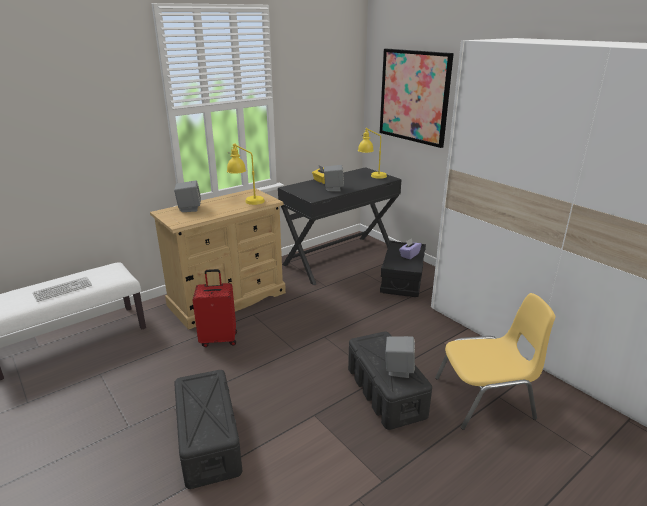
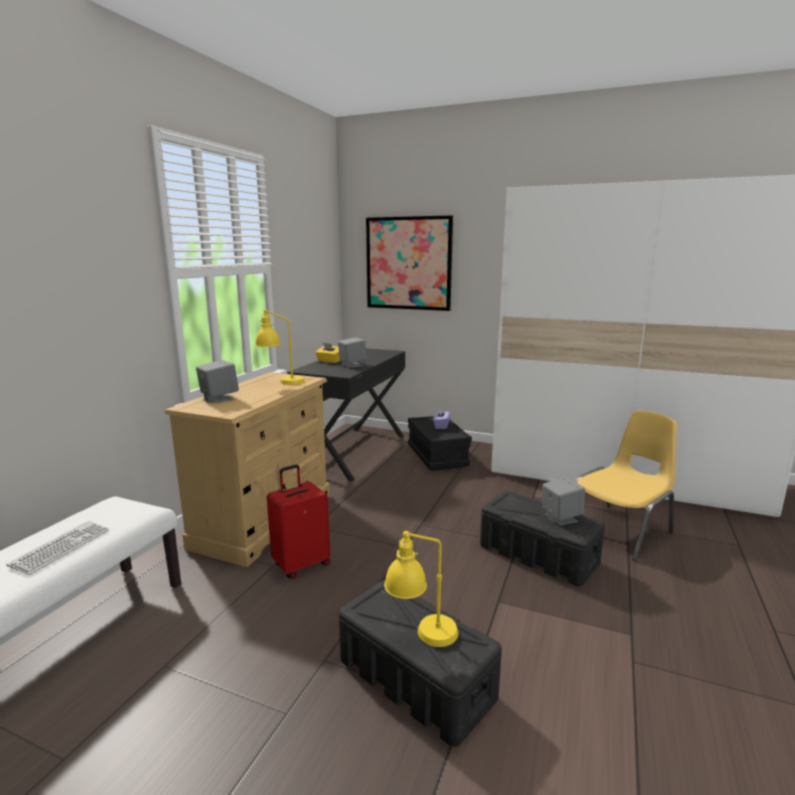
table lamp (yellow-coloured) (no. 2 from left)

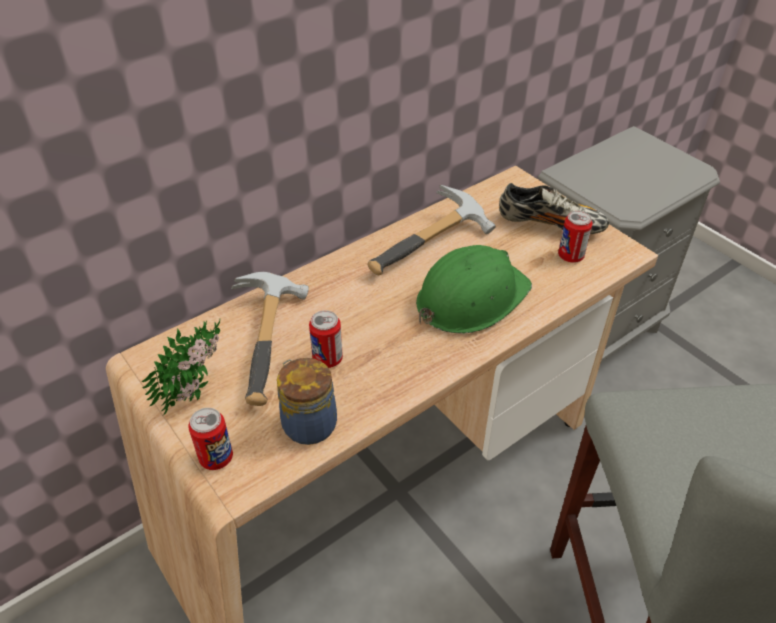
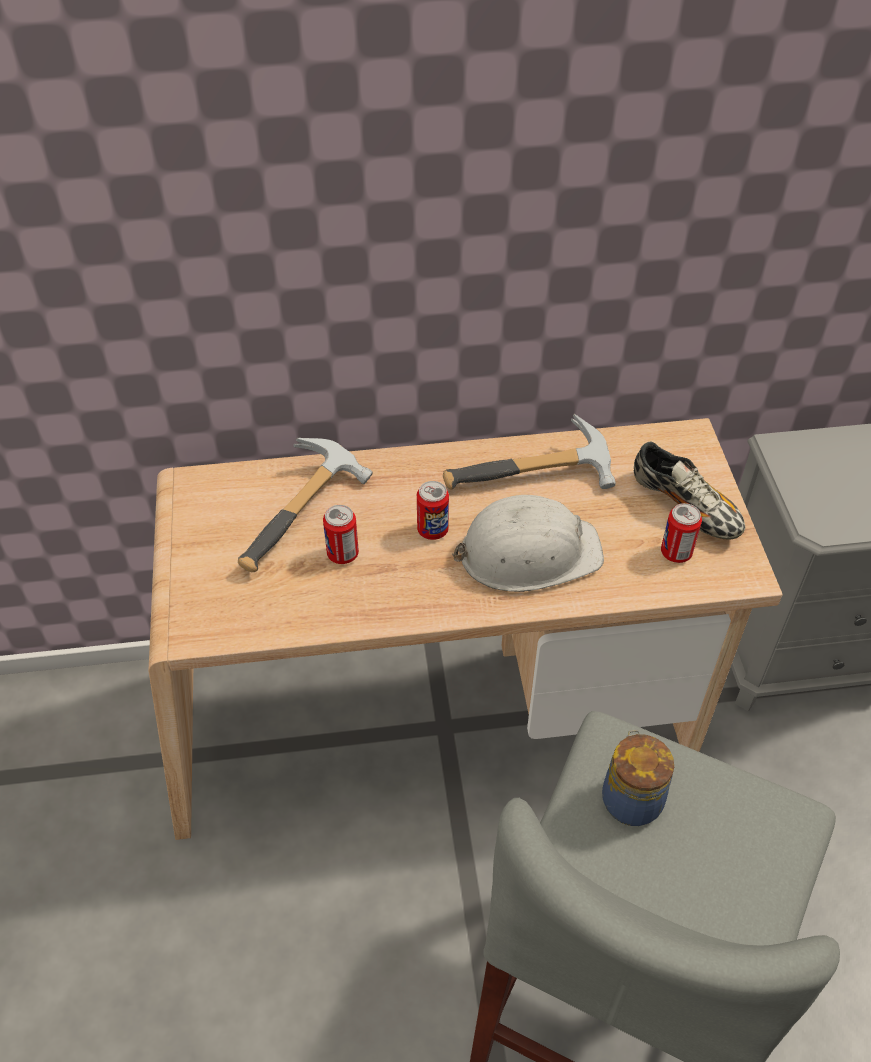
houseplant
sealed can (no. 2 from left)
preserve jar
hard hat (white)

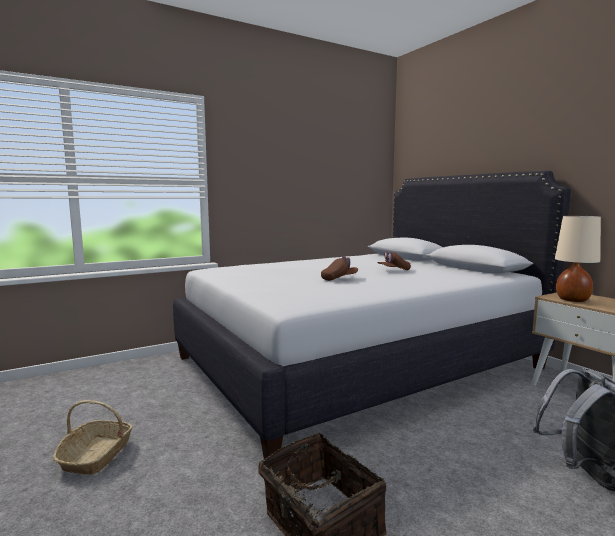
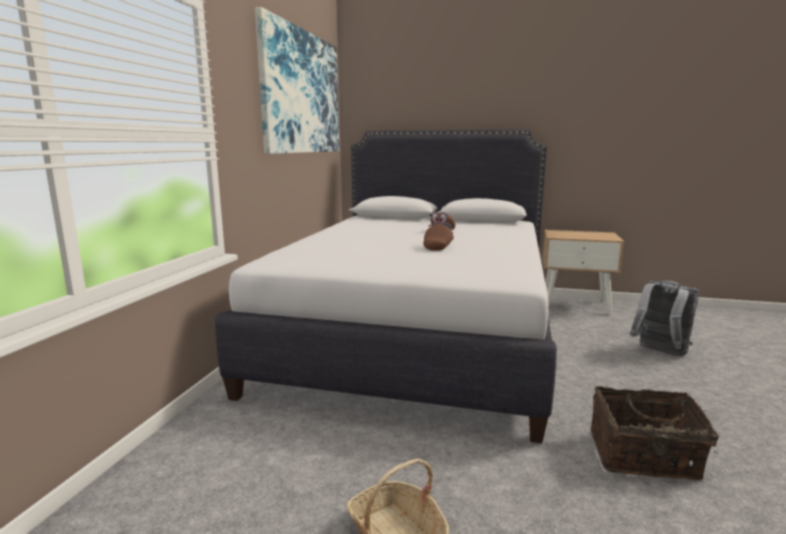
table lamp (beige-coloured)
wall art

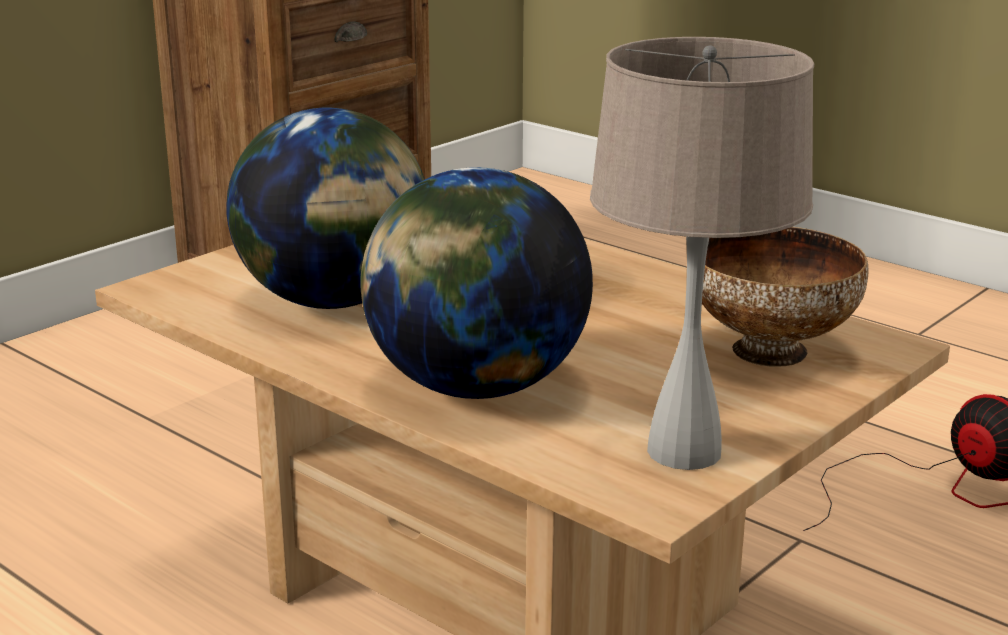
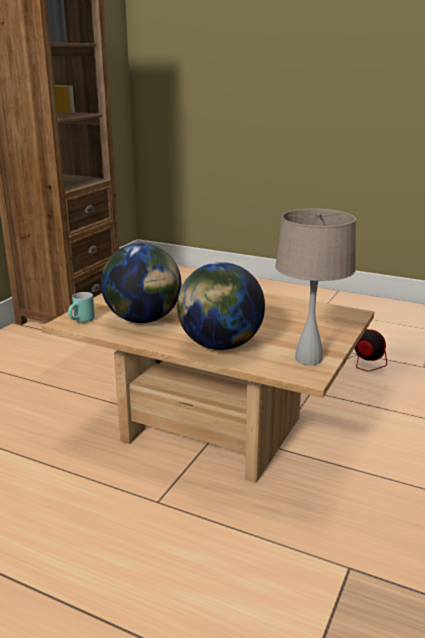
deep dish
coffee mug (turquoise-coloured)

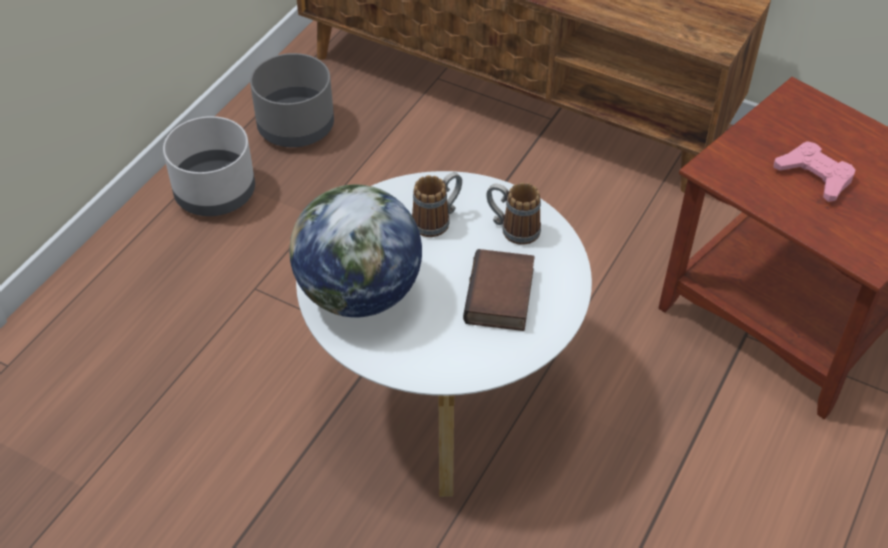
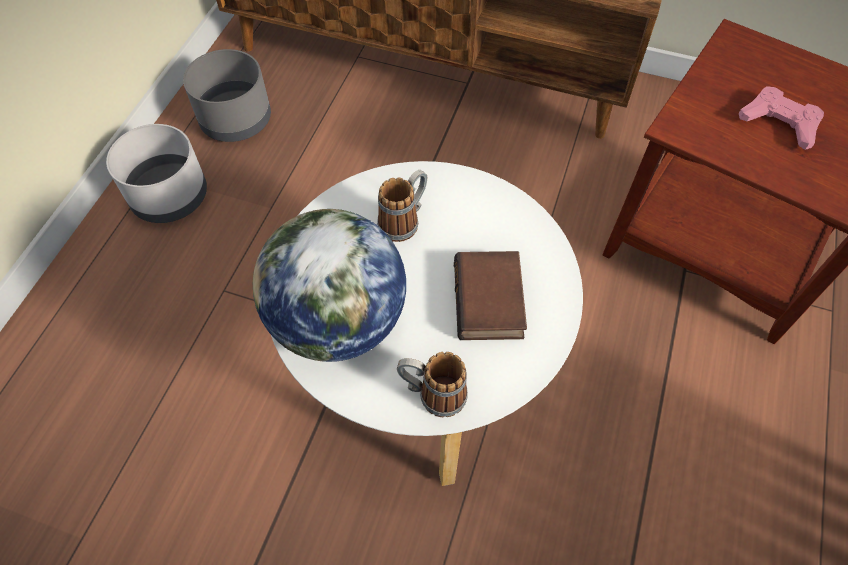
coffee mug (no. 2 from left)

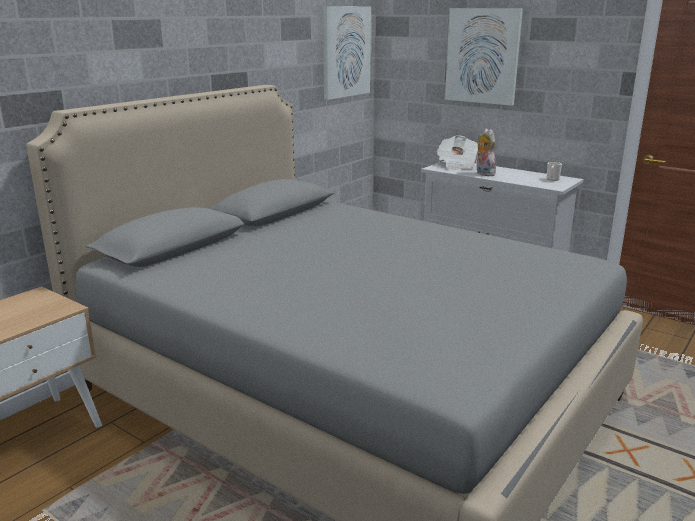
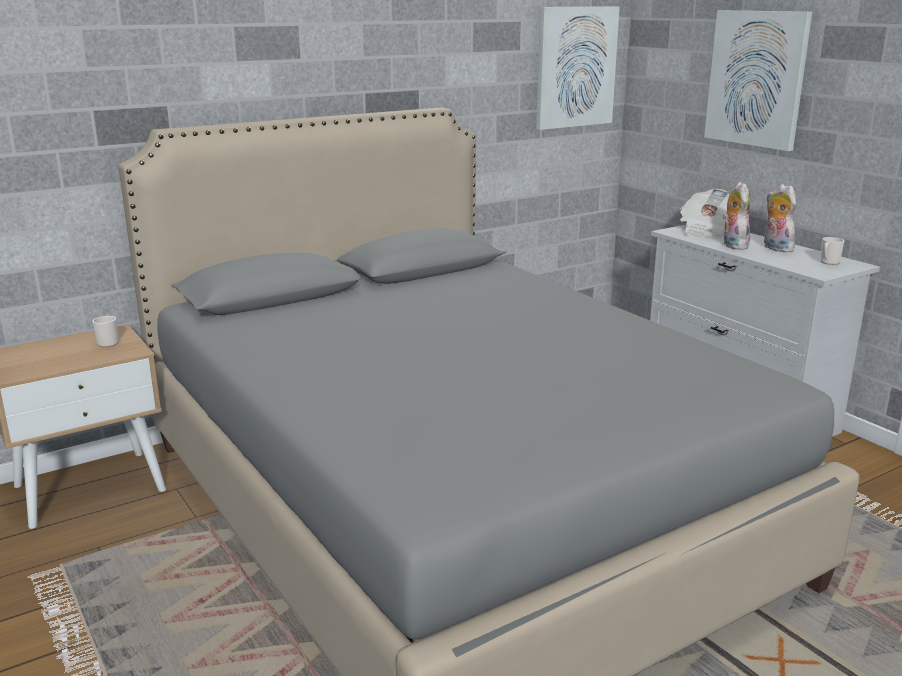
coffee mug (no. 1 from left)
cuddly toy (no. 2 from left)

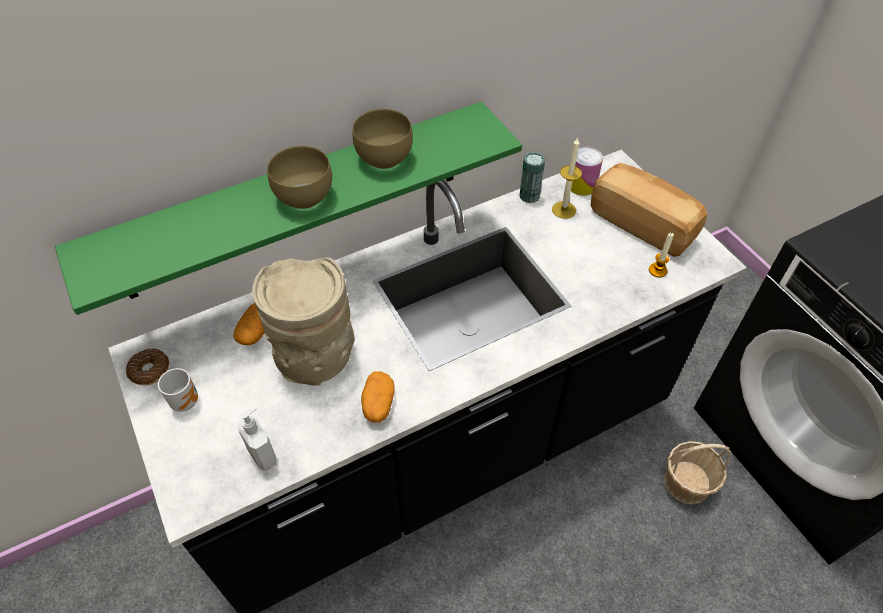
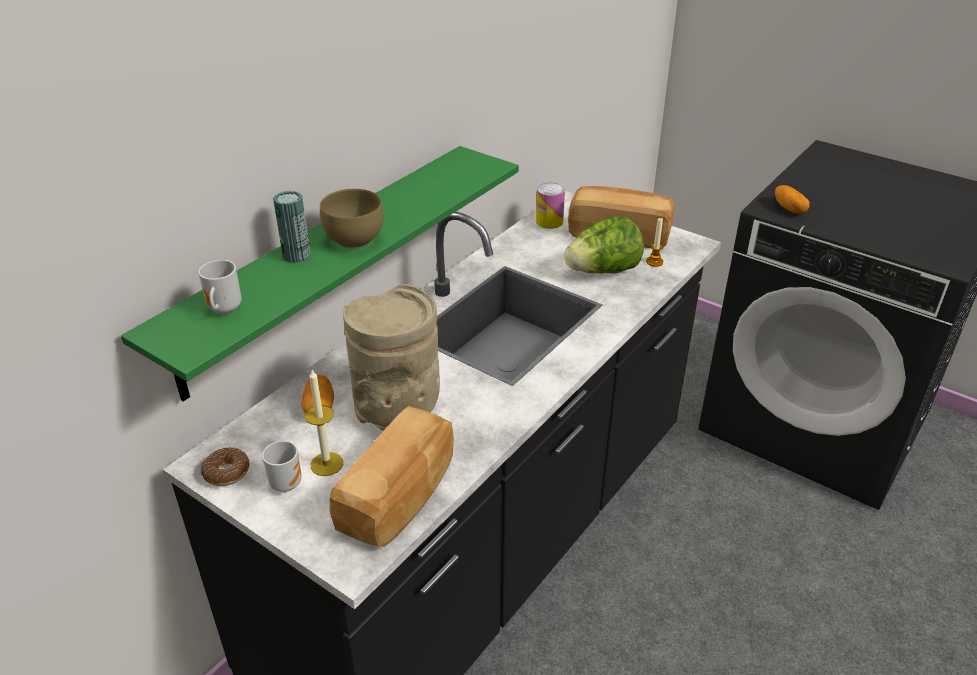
bread (no. 1 from left)
deep dish (brown) (no. 2 from left in the first image)
spud (no. 2 from left)
sealed can (no. 1 from left)
candle (no. 1 from left)
household basket
coffee mug (no. 1 from left)
lettuce head

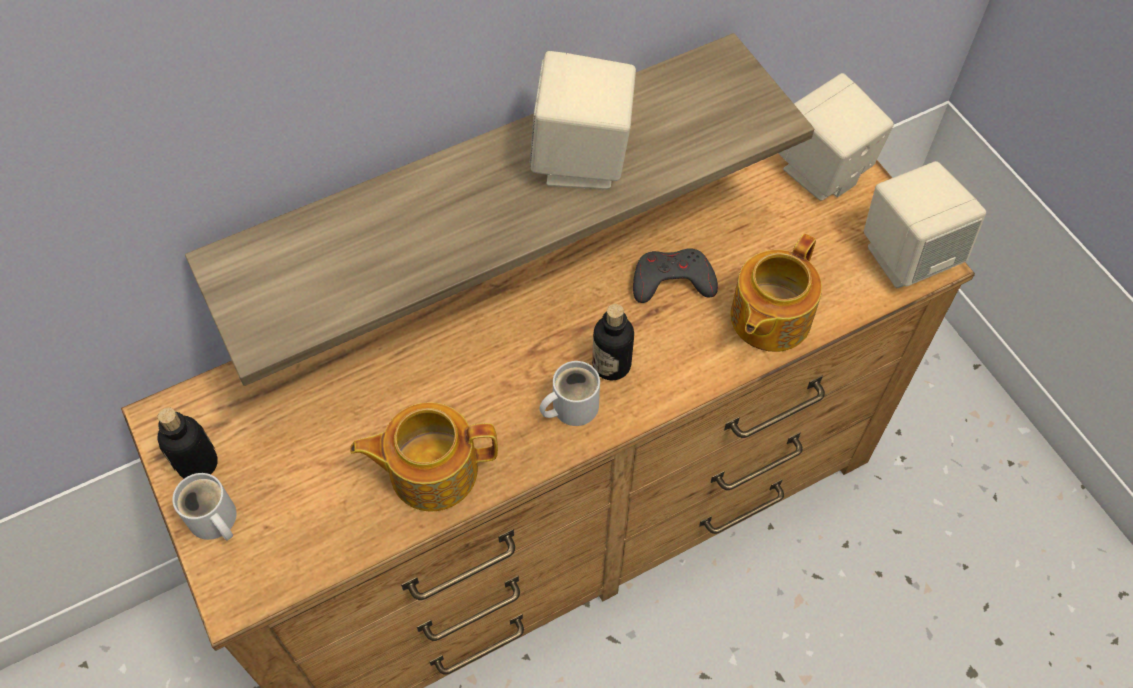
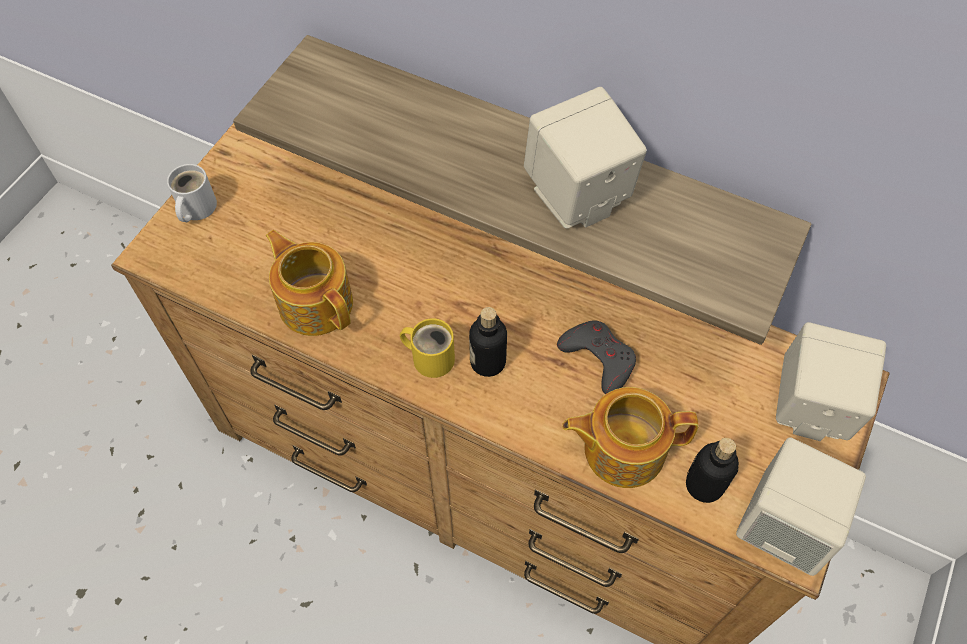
beverage bottle (no. 2 from left)
coffee mug (yellow-coloured)

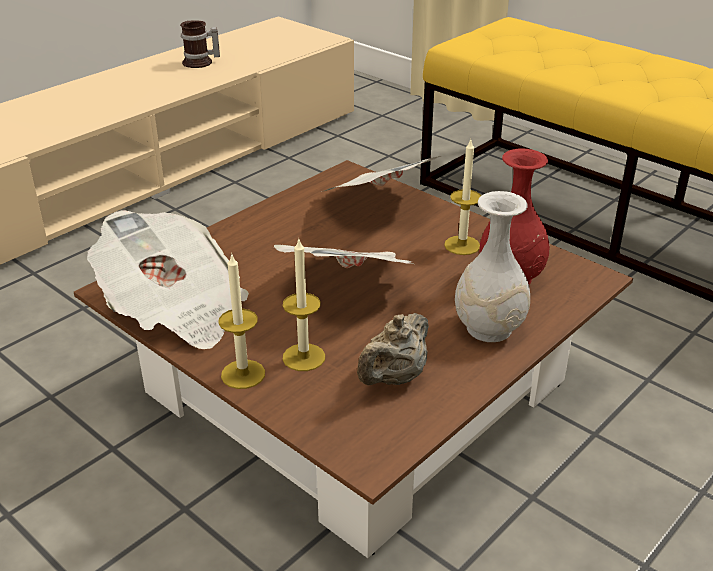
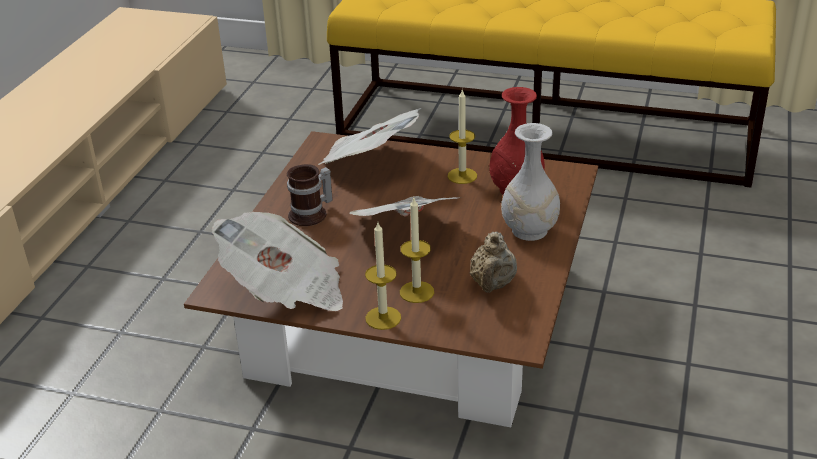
coffee mug

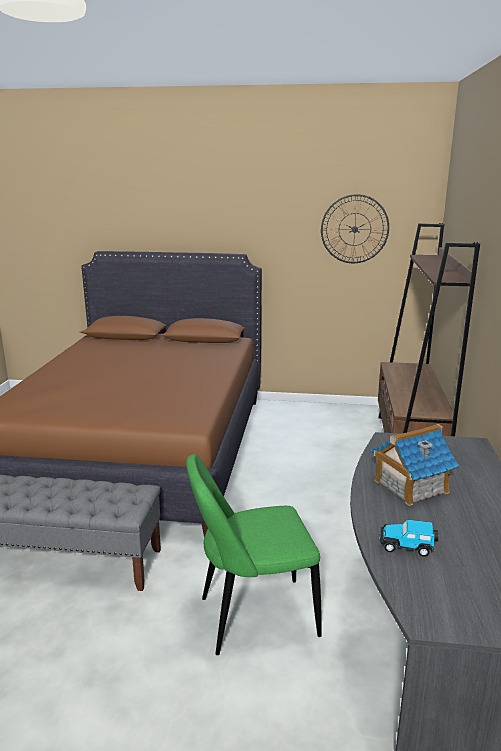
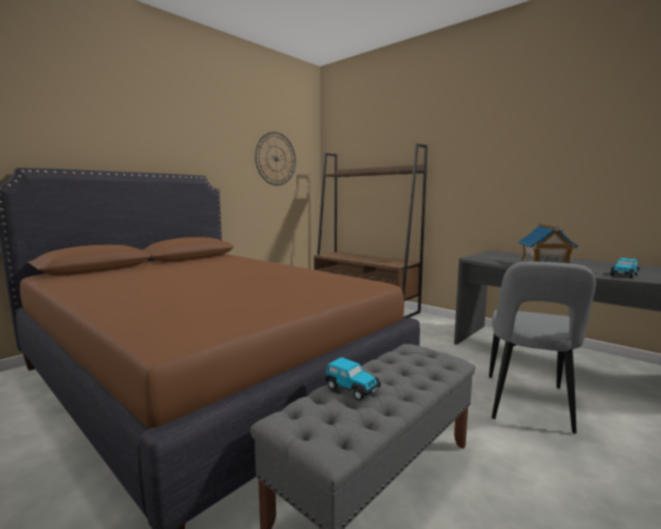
upright chair (greyish)
miniature car (no. 1 from left)

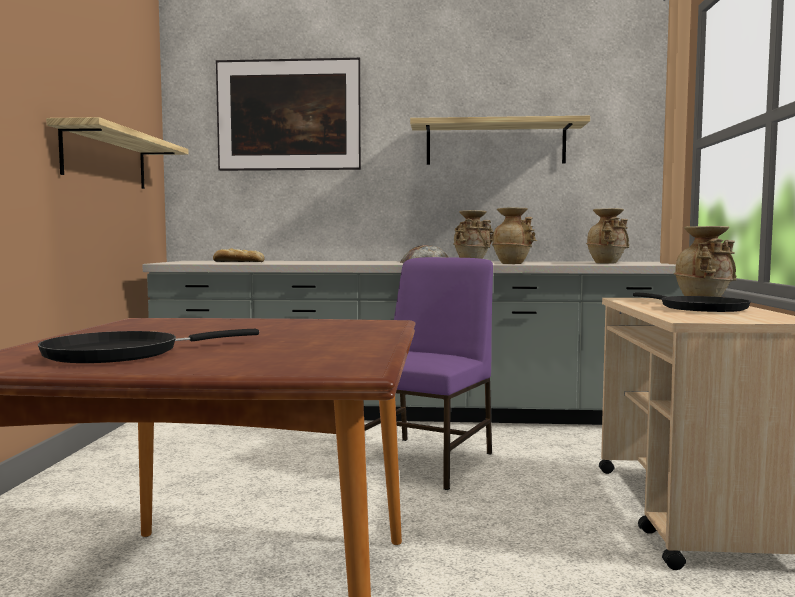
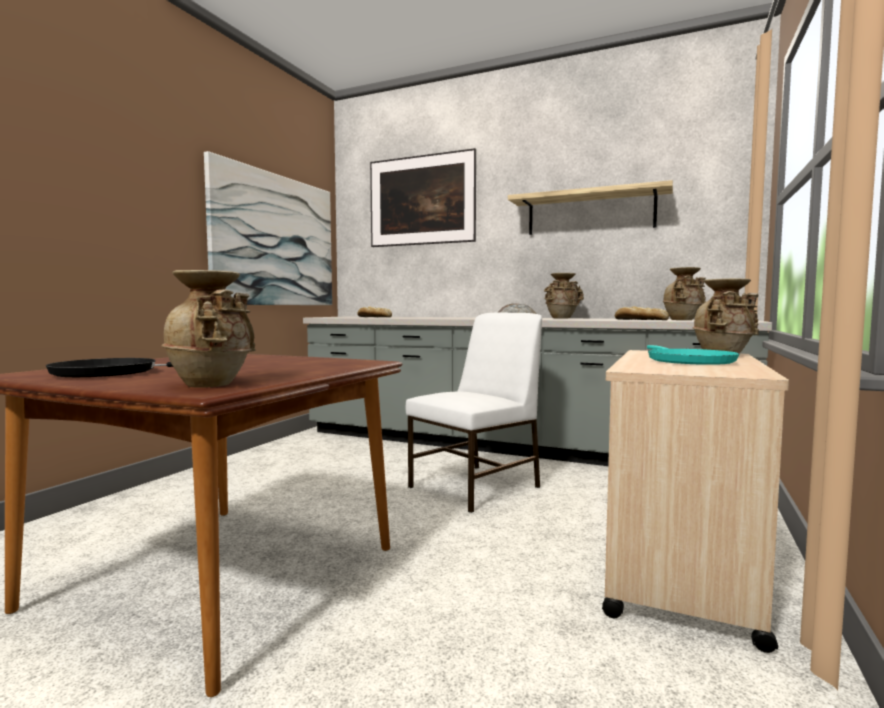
wall art (no. 1 from left)
upright chair (white)
flower vase (beige-coloured) (no. 1 from left)
pan (turquoise-coloured)
bread (no. 3 from left)

